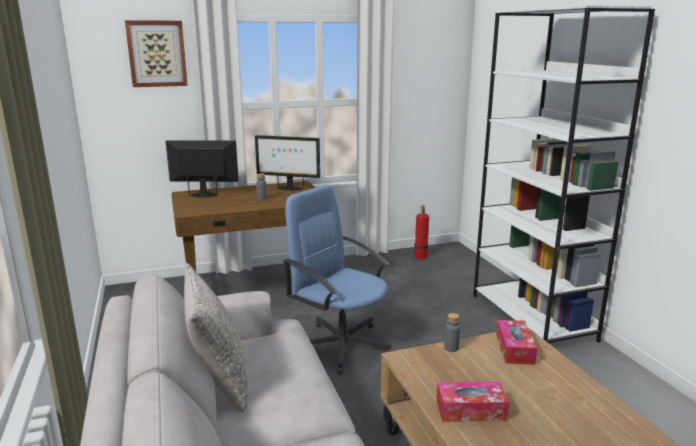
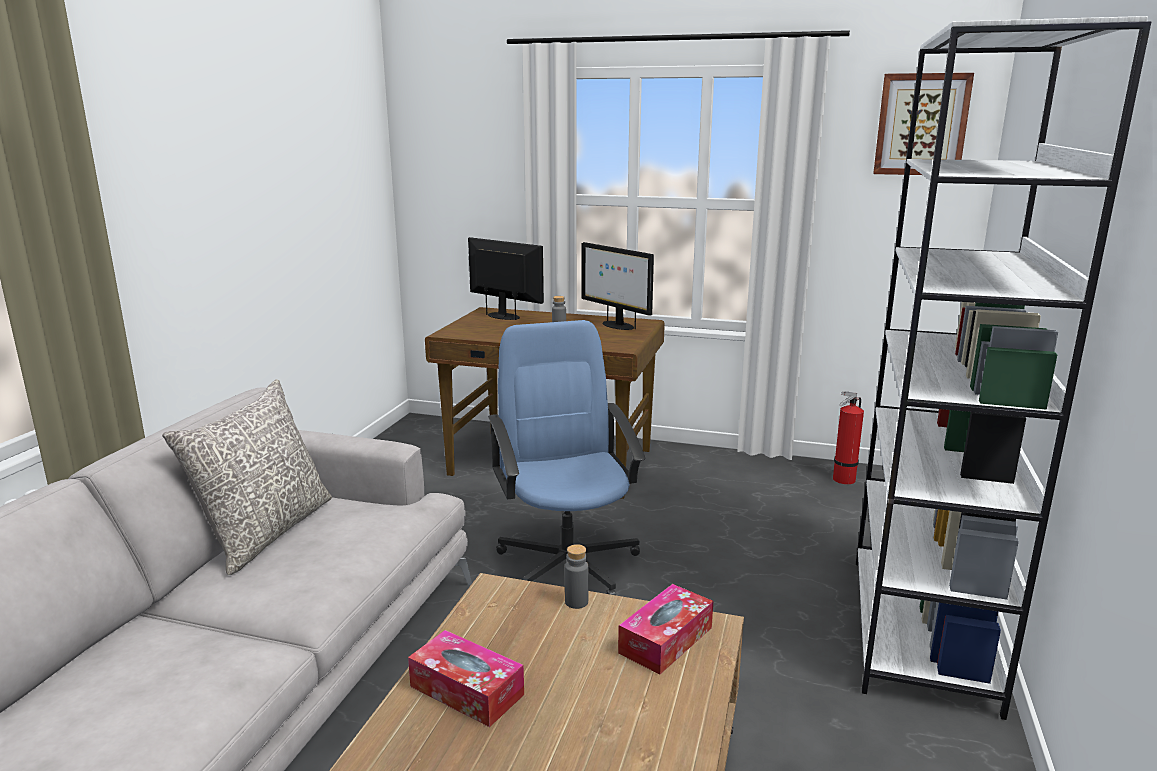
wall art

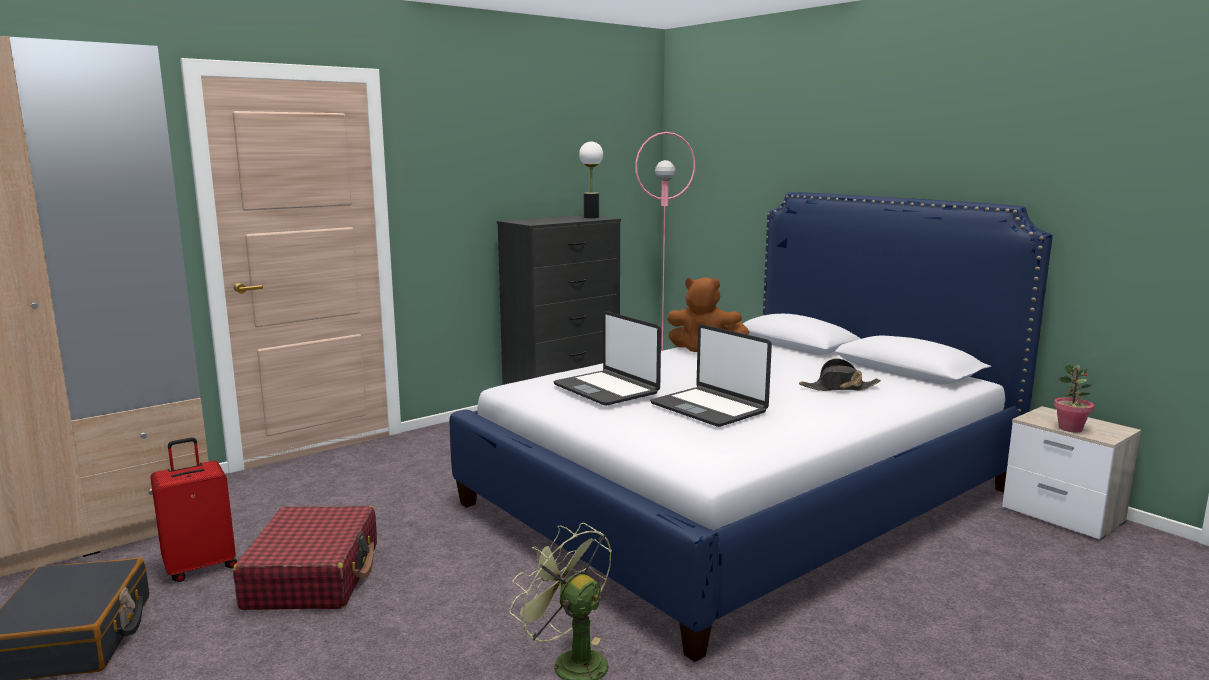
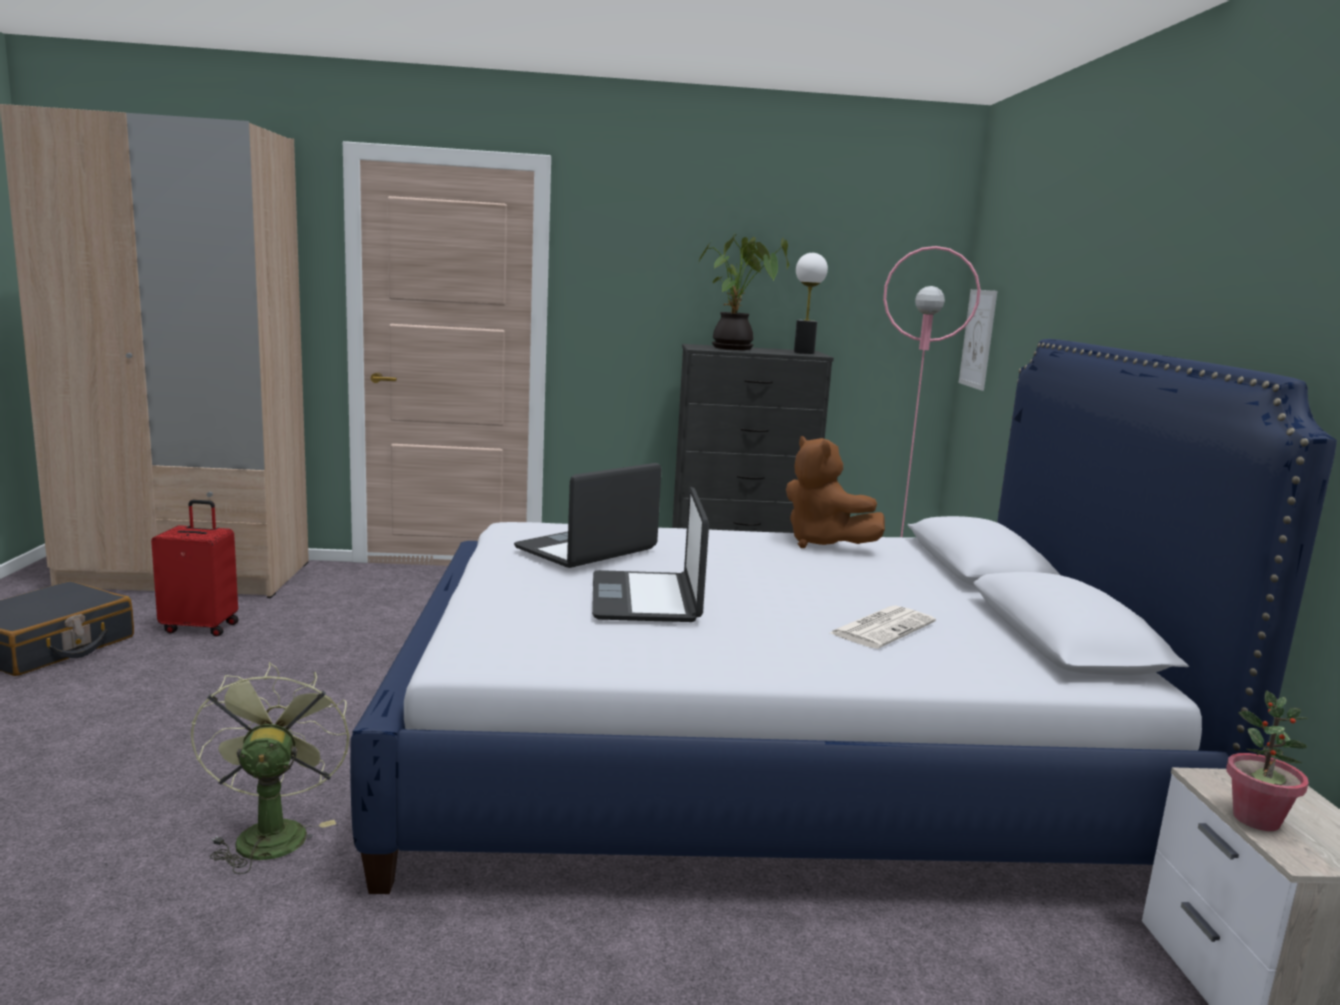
piece of luggage (reddish) (no. 2 from left in the first image)
portable computer (no. 1 from left)
printed paper
houseplant (no. 1 from left)
wall art

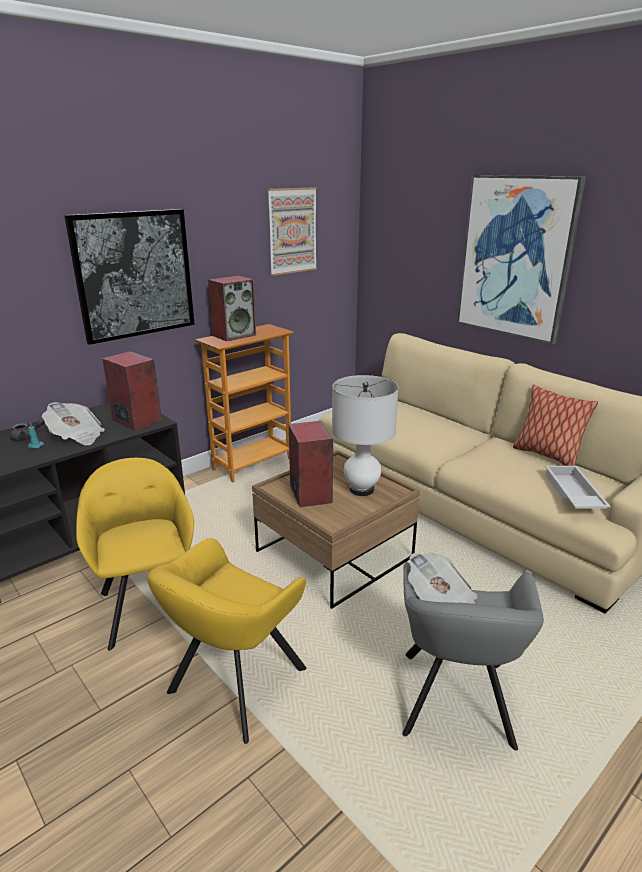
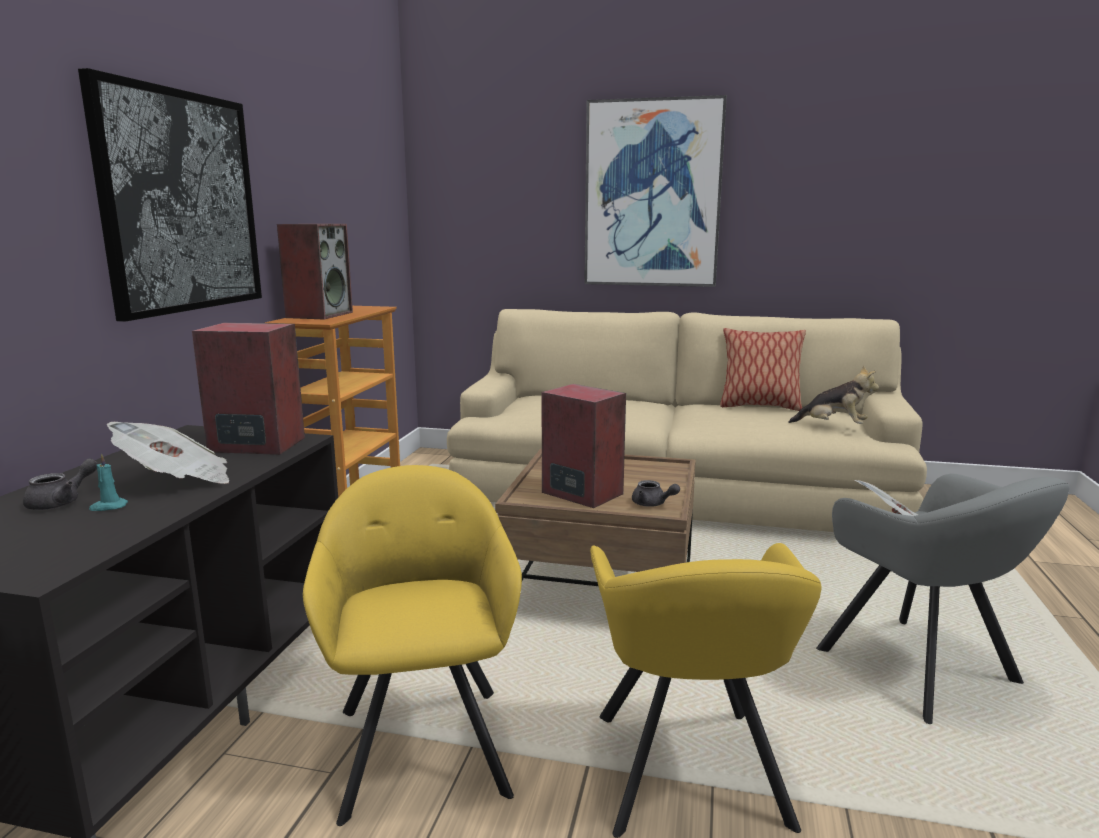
easy chair (yellow-coloured) (no. 1 from left)
wall art (no. 2 from left in the first image)
table lamp (white)
cuddly toy
teapot (greyish) (no. 2 from left)

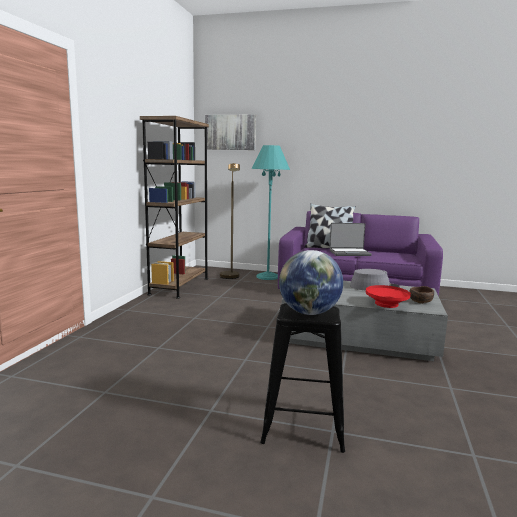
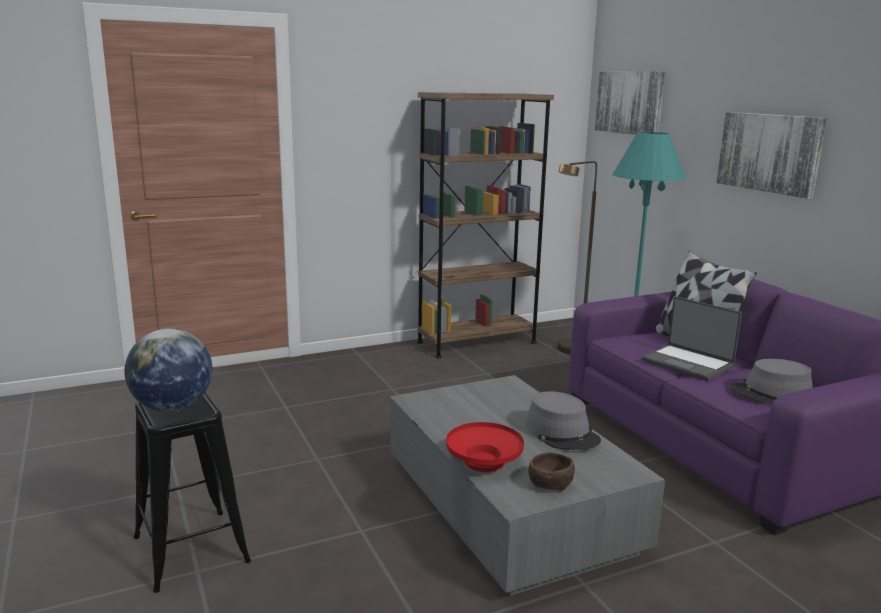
wall art (no. 2 from left)
hat (greyish) (no. 2 from left)

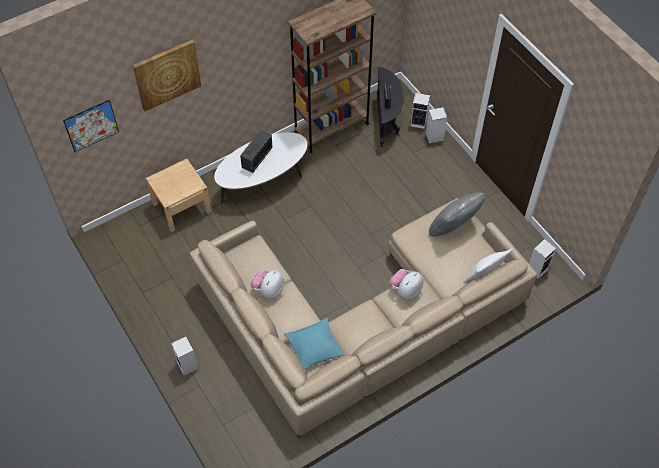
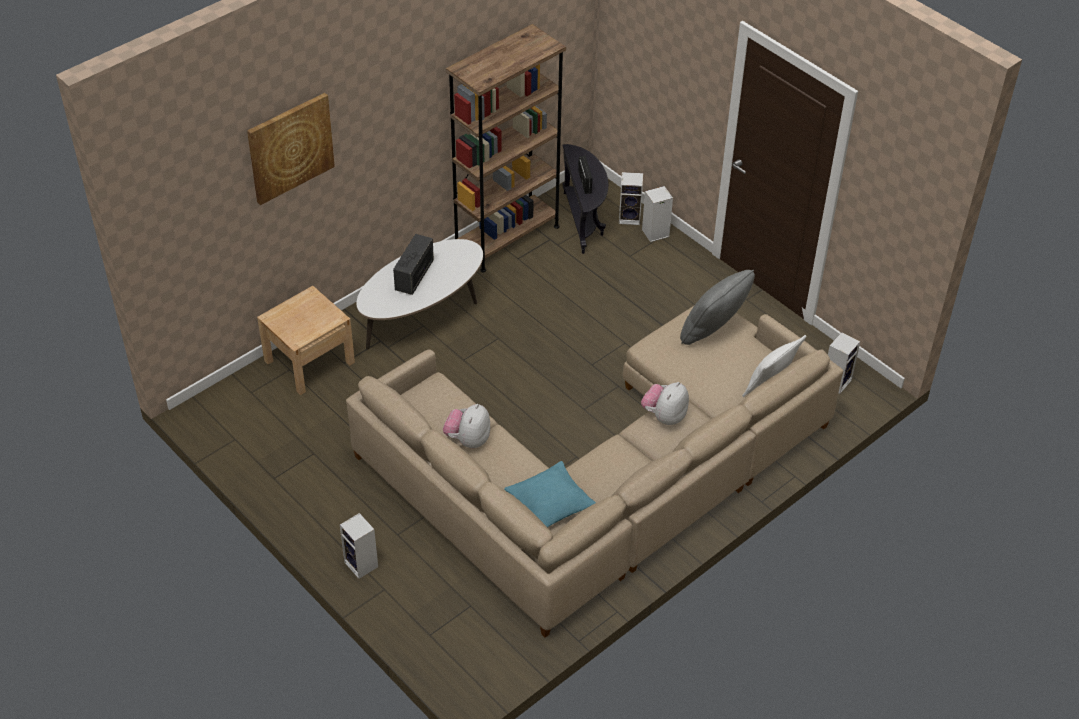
wall art (no. 1 from left in the first image)

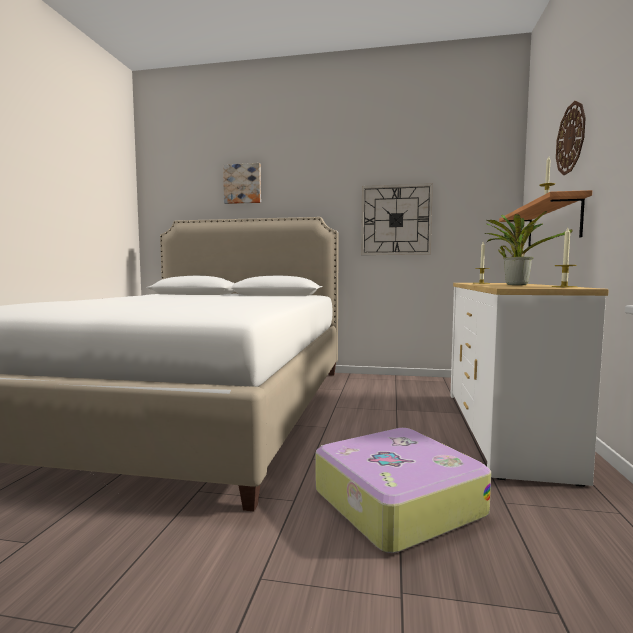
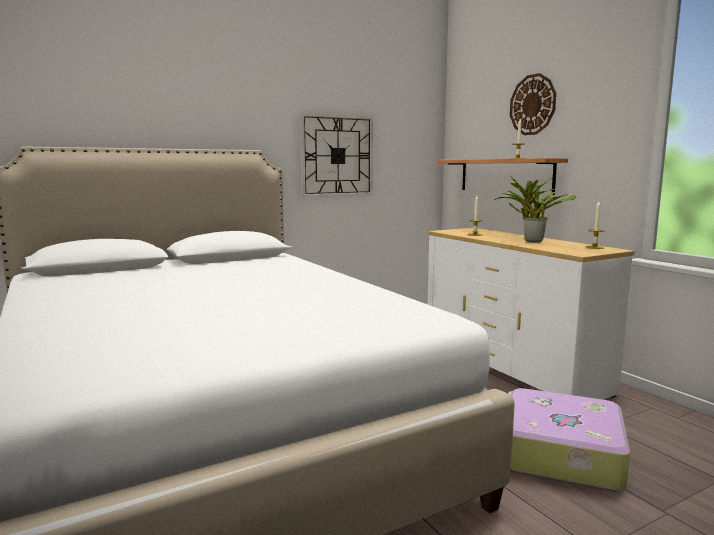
wall art

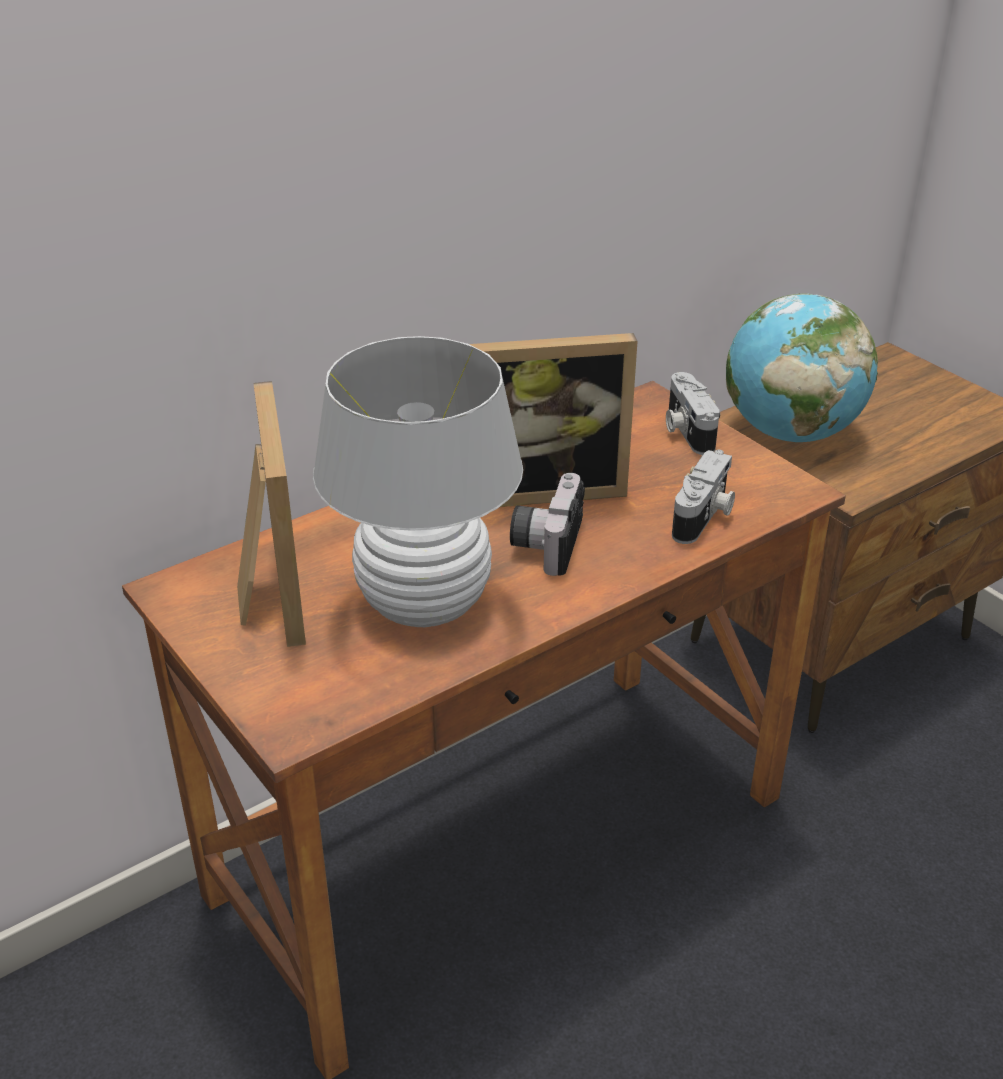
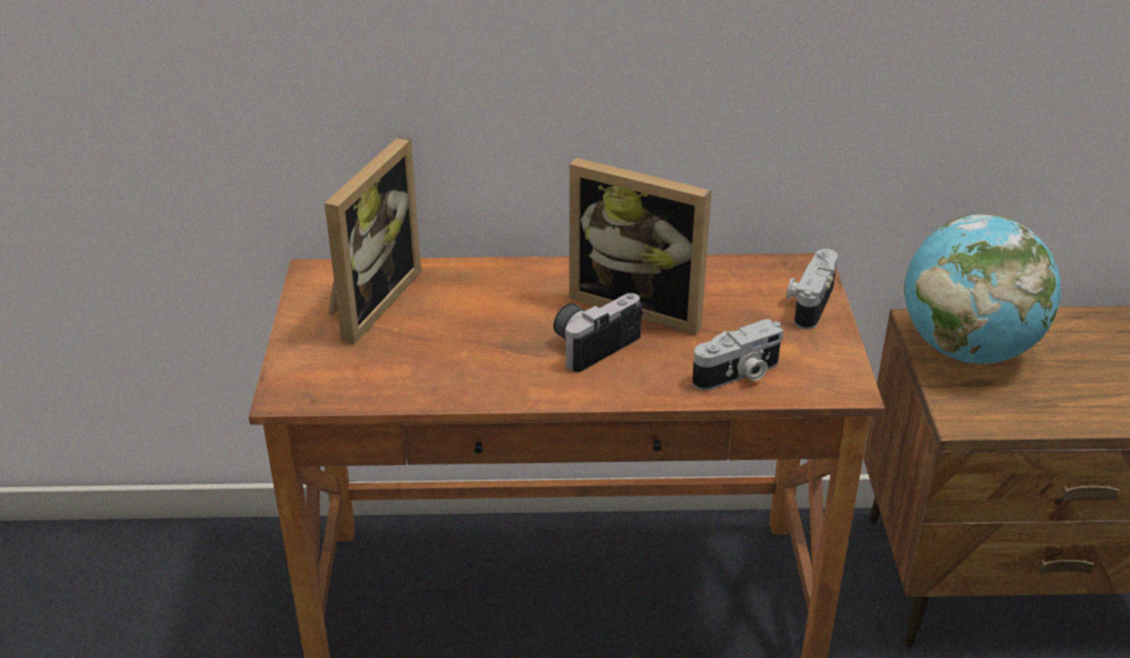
table lamp (white)

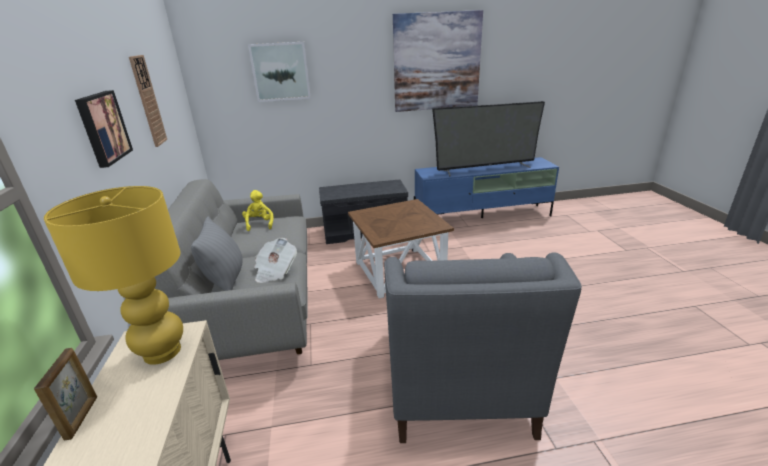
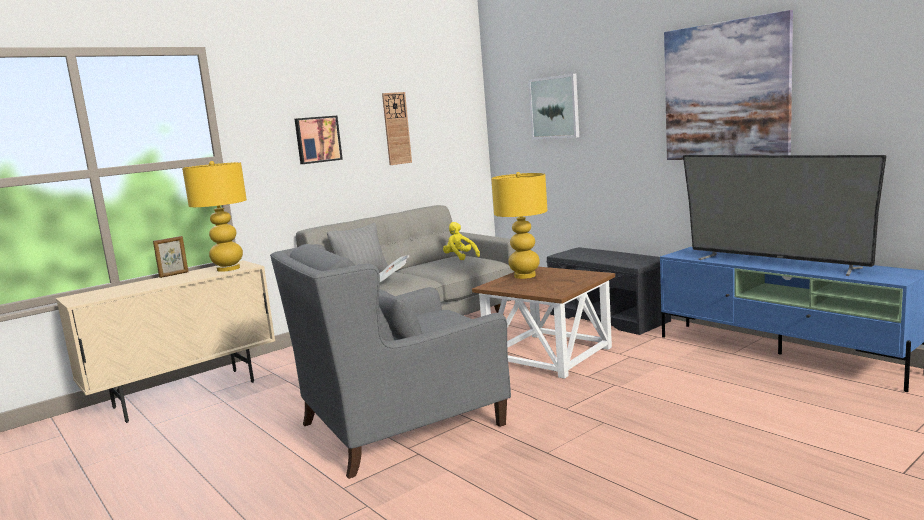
cuddly toy (yellow-coloured)
table lamp (yellow-coloured) (no. 2 from left)

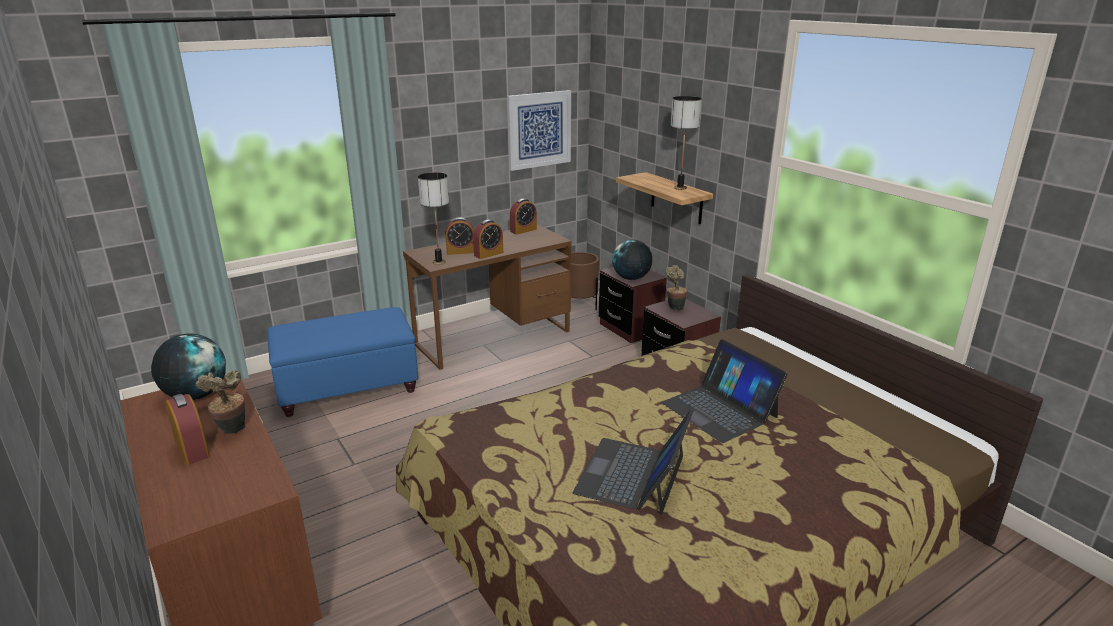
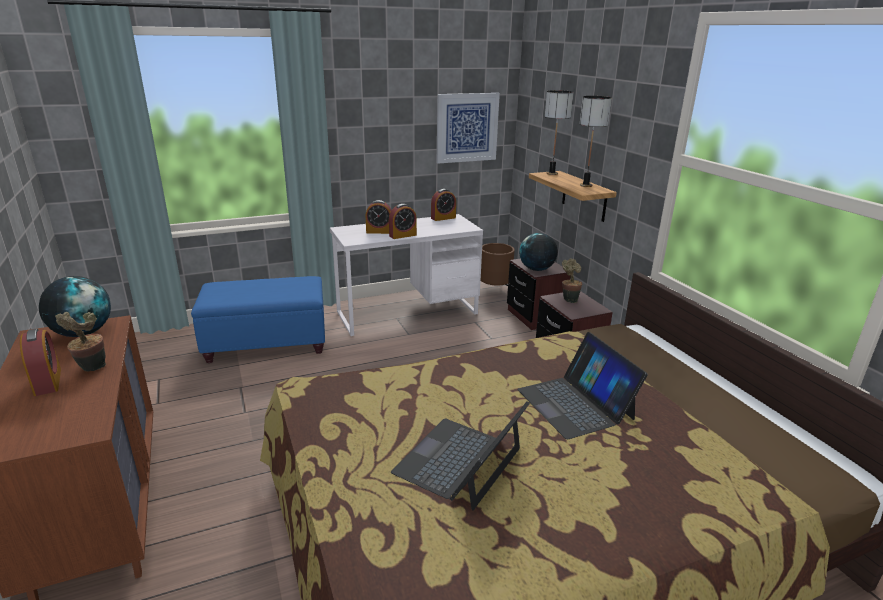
desk (white)
table lamp (no. 1 from left)

